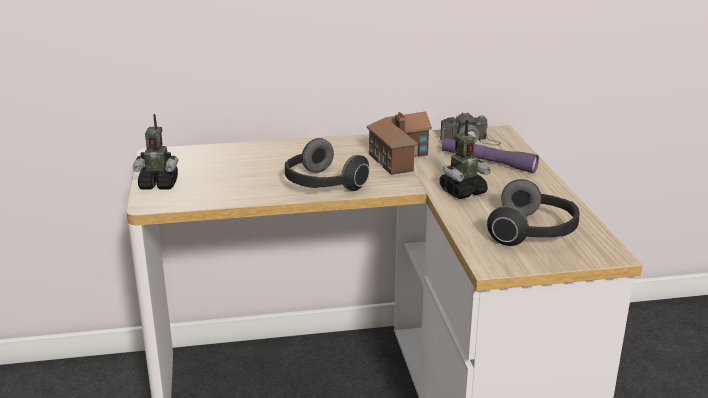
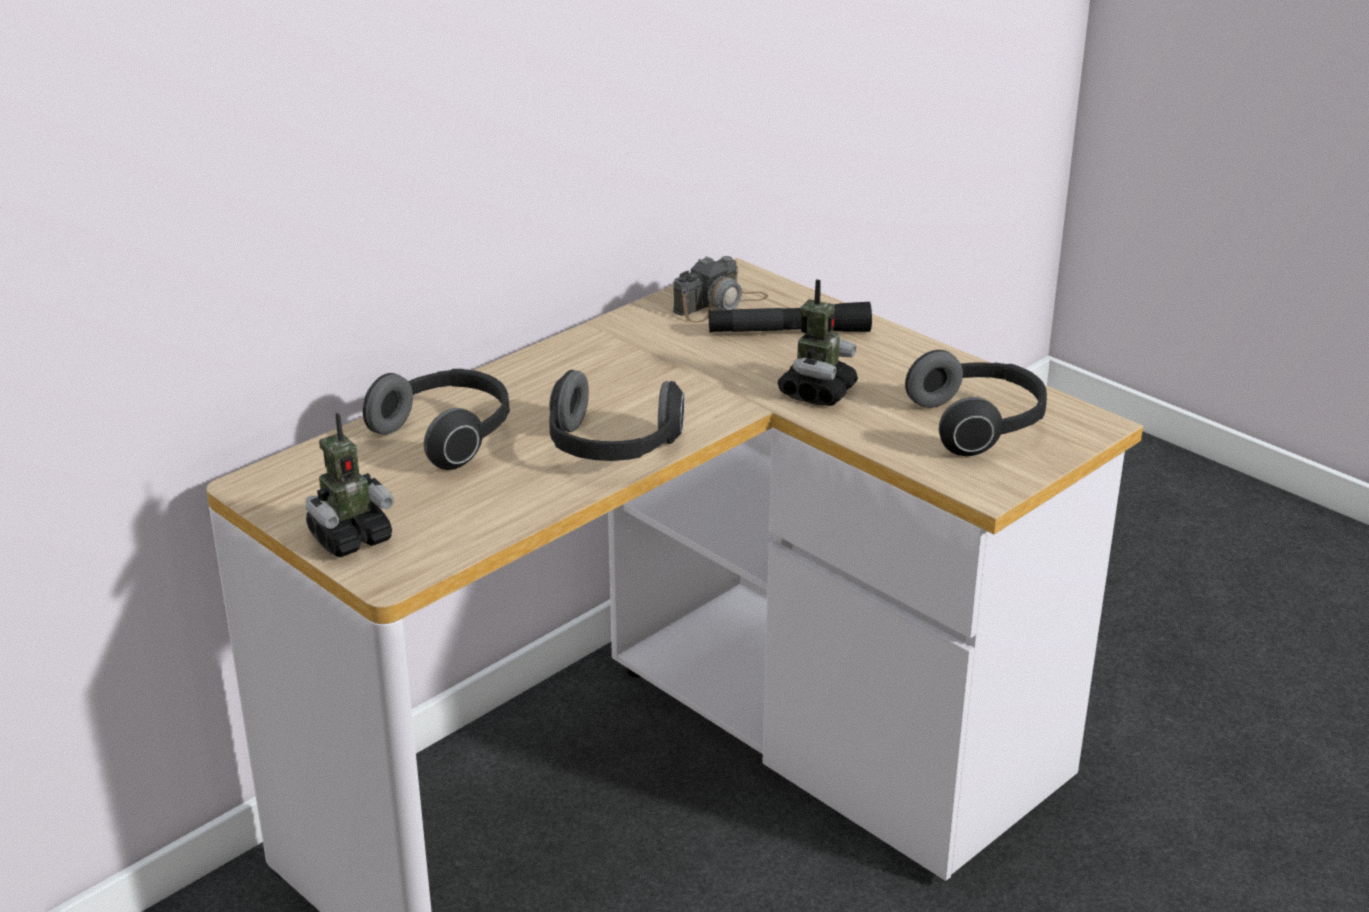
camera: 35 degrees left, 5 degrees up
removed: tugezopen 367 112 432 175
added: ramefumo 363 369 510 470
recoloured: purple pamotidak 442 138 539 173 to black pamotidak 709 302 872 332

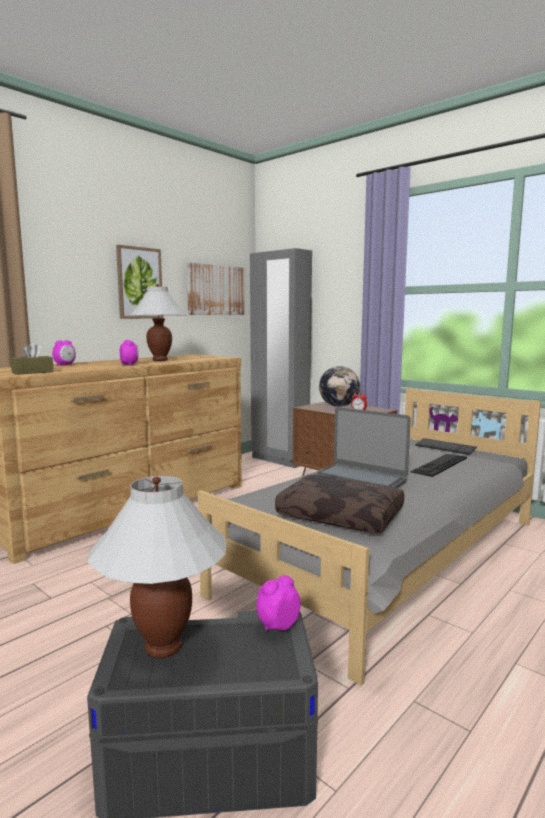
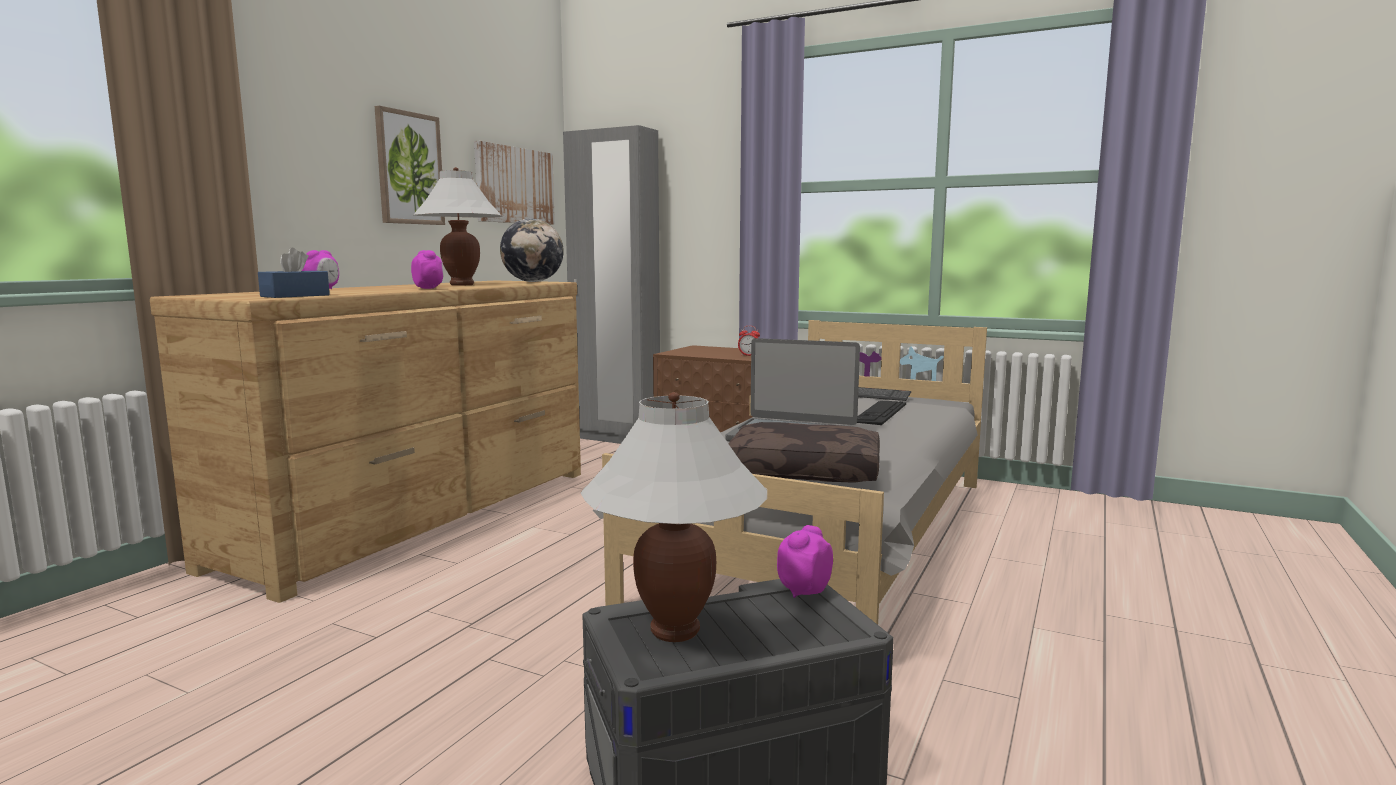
camera: 15 degrees left, 0 degrees up
moved: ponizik 319 366 360 407 to 500 218 564 282
recoloured: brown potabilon 11 343 54 375 to blue potabilon 258 248 330 298

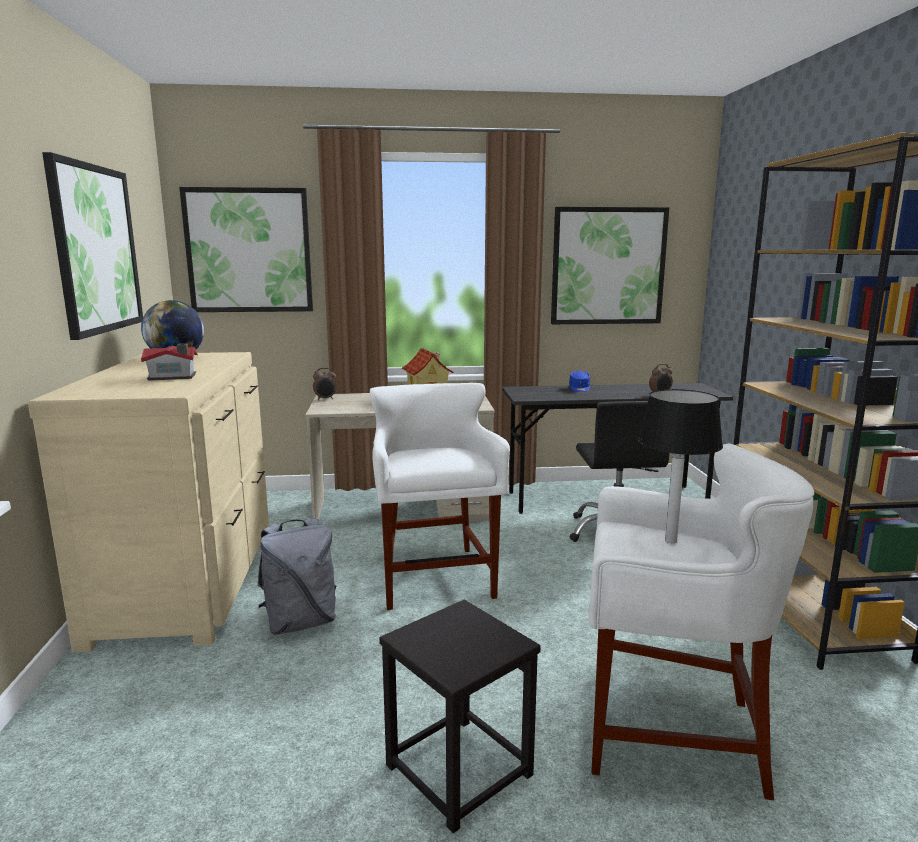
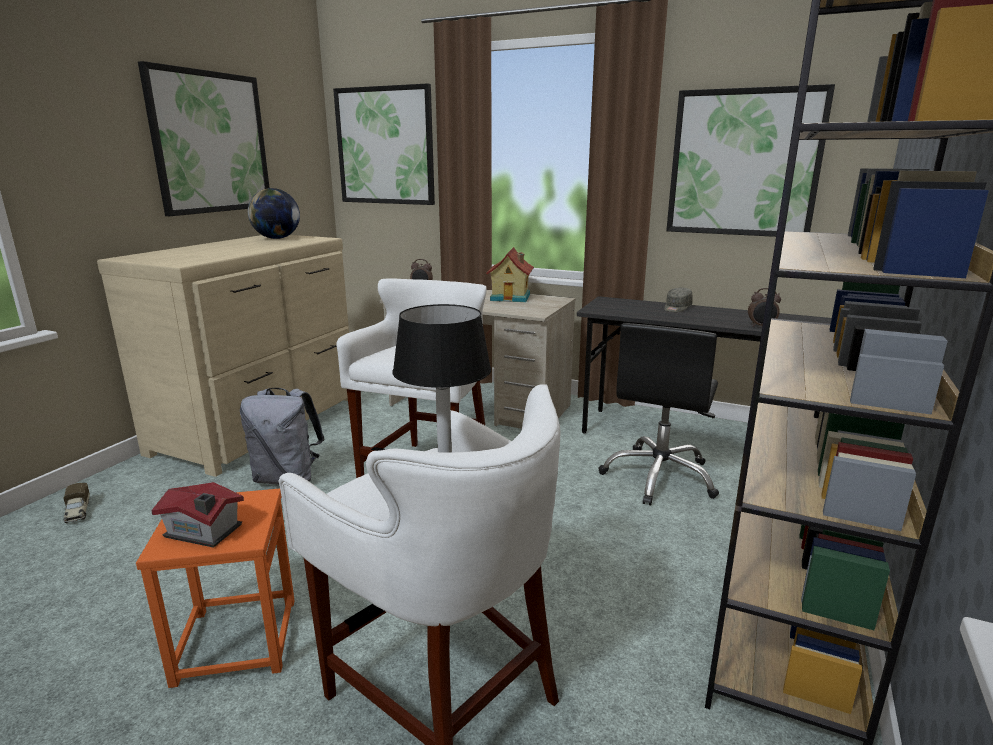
camera: 30 degrees right, 5 degrees up
added: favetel 63 483 90 523
moved: tugezopen 141 344 198 381 to 151 482 244 548
recoloured: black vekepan 379 600 541 833 to orange vekepan 136 489 295 688; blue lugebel 569 371 590 392 to grey lugebel 664 288 693 312

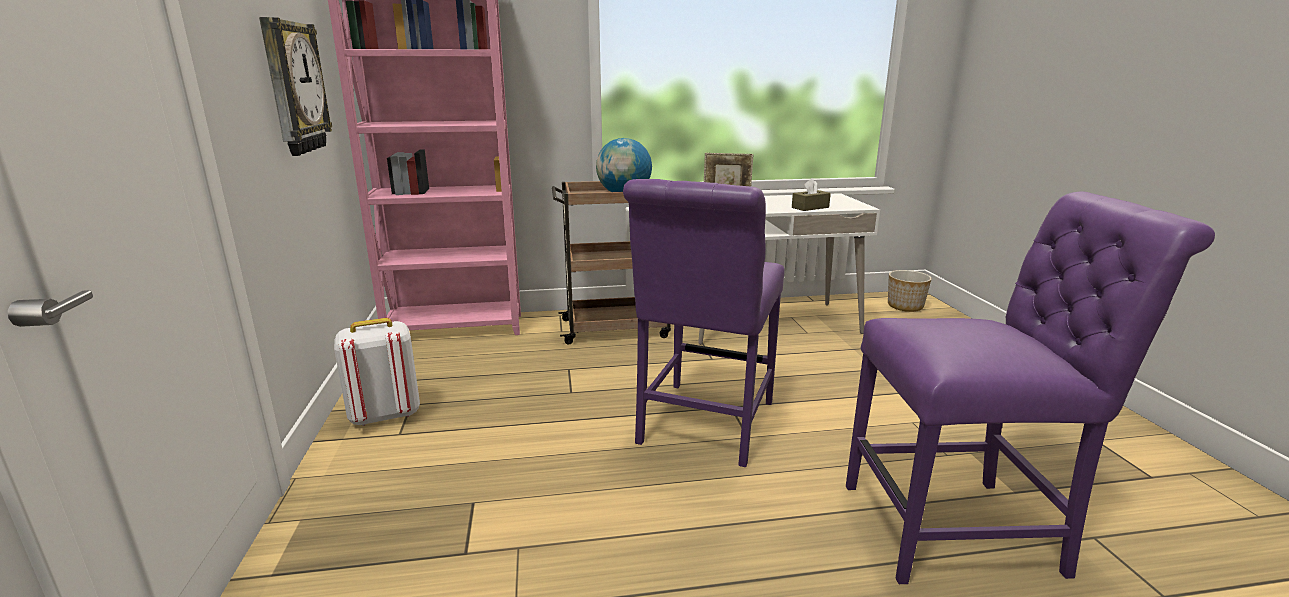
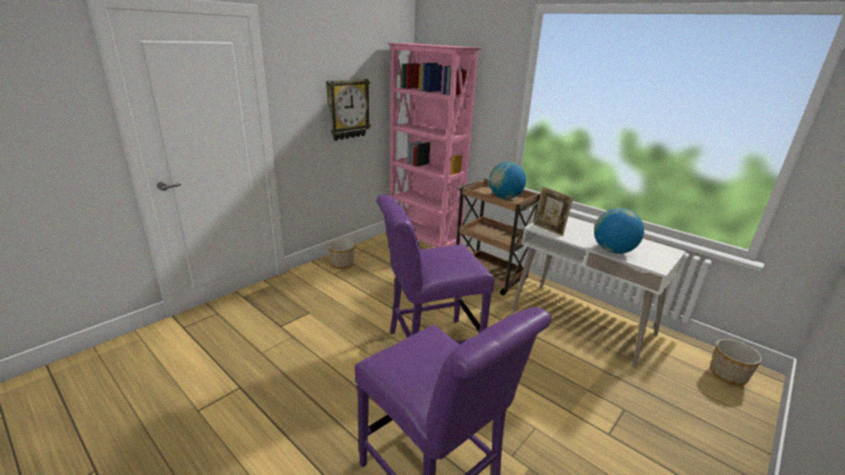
camera: 50 degrees right, 5 degrees up
replaced: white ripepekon 334 318 420 426 to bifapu 327 239 355 269; brown potabilon 792 178 831 211 to ponizik 594 208 644 254

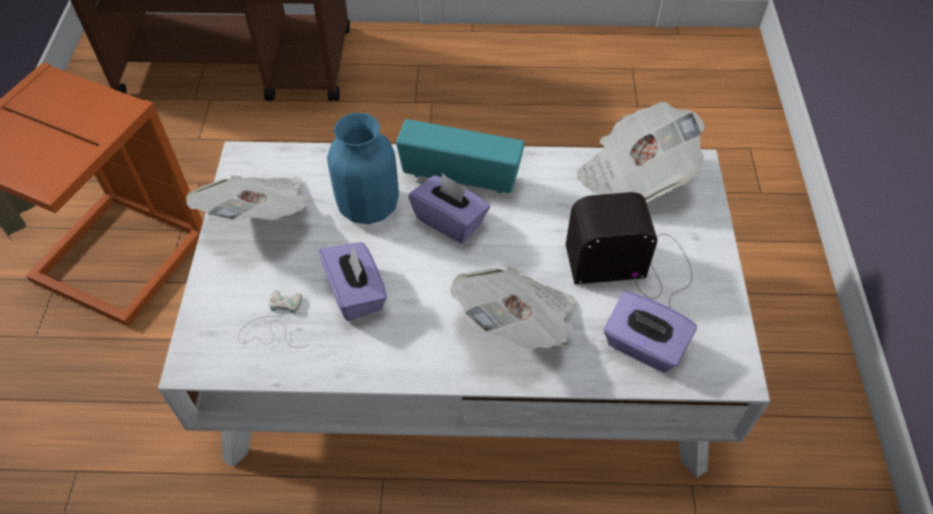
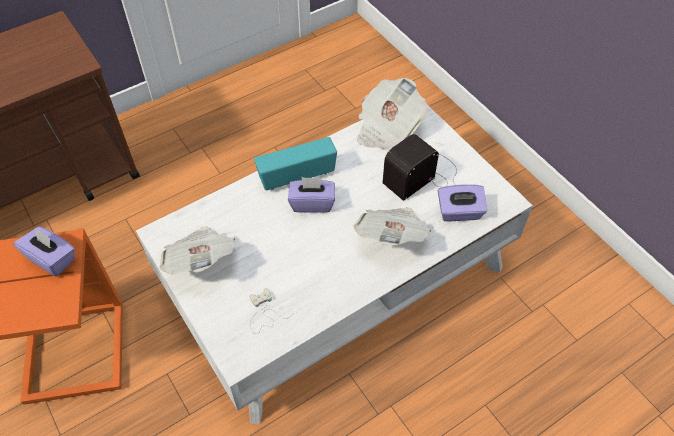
camera: 35 degrees left, 0 degrees up
removed: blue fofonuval 327 113 399 224
moved: purple potabilon 319 242 387 321 to 13 227 75 276

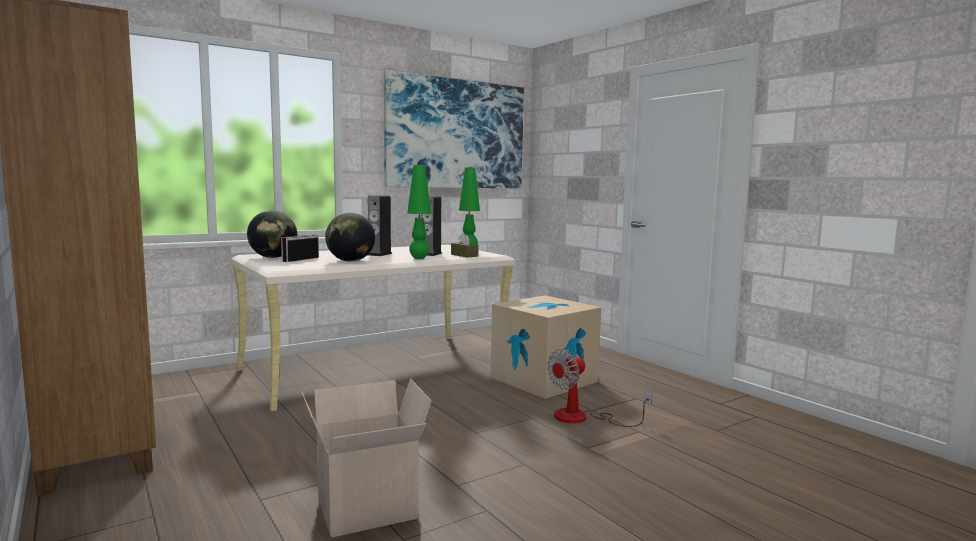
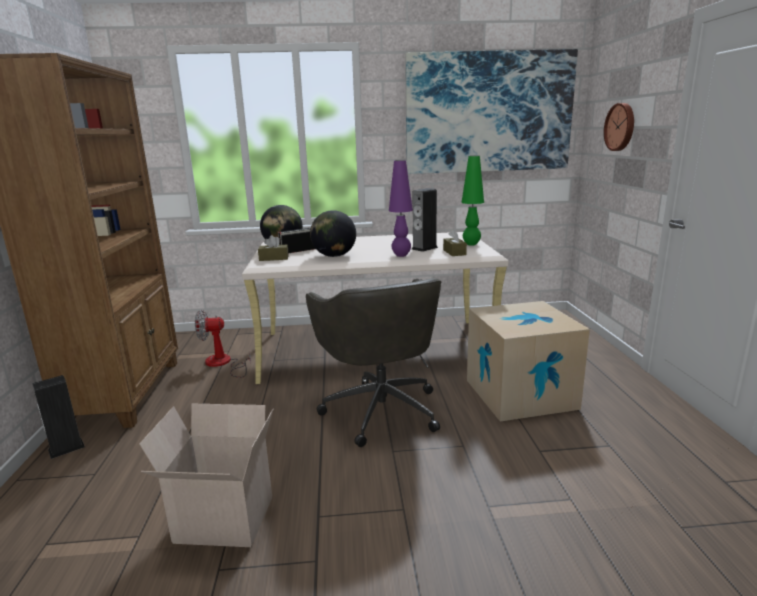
camera: 30 degrees right, 10 degrees up
added: brown potabilon 258 235 289 261; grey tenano 306 278 441 447; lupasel 604 103 634 151
moved: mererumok 368 195 392 256 to 32 375 85 459; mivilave 547 349 652 427 to 195 310 251 378
recoloured: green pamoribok 407 165 431 259 to purple pamoribok 389 160 413 257

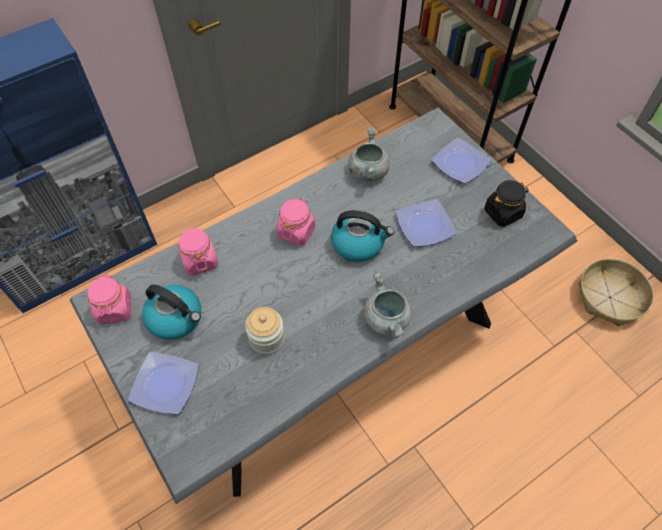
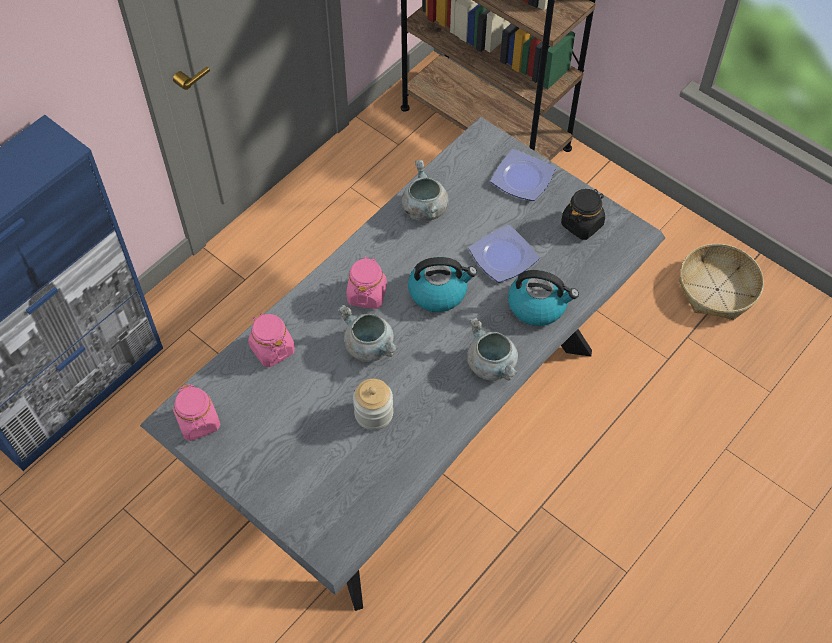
camera: 15 degrees left, 0 degrees up
removed: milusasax 128 352 199 415
added: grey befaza 338 305 398 362
moved: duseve 142 284 201 340 to 508 270 579 326

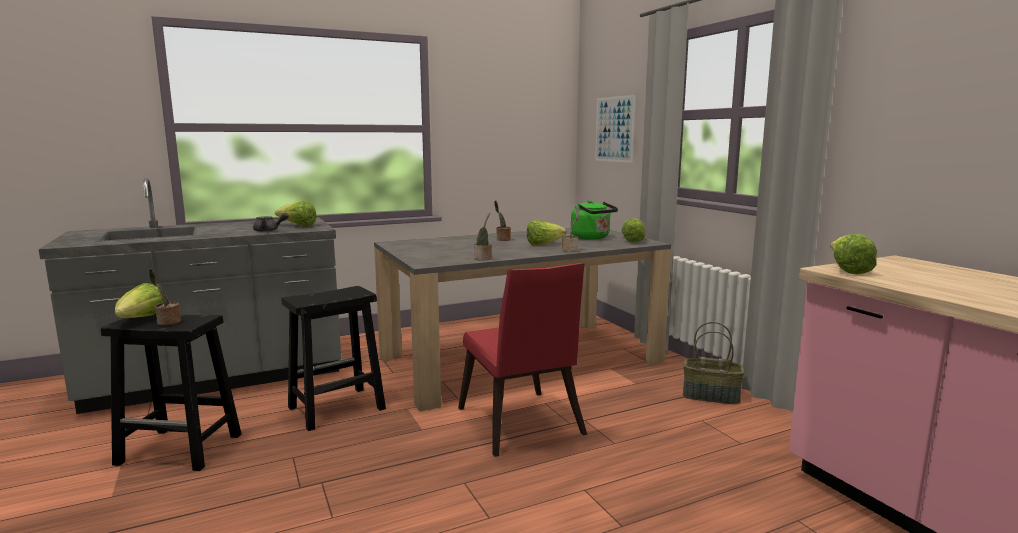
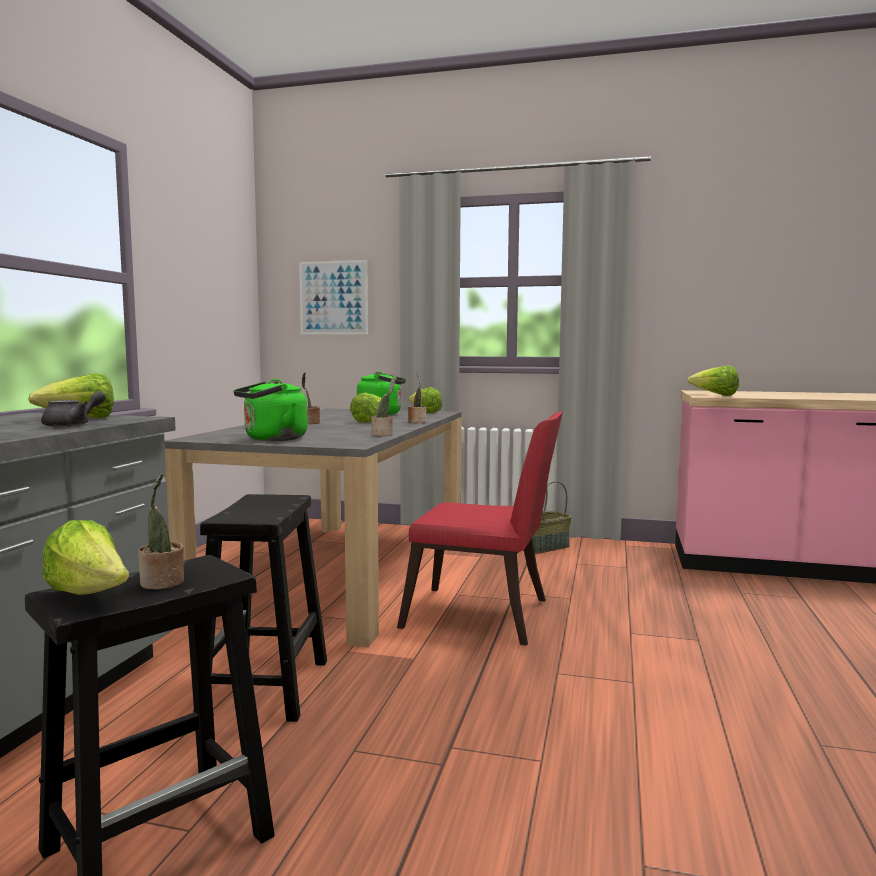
camera: 50 degrees left, 5 degrees down
added: green duseve 233 379 308 441

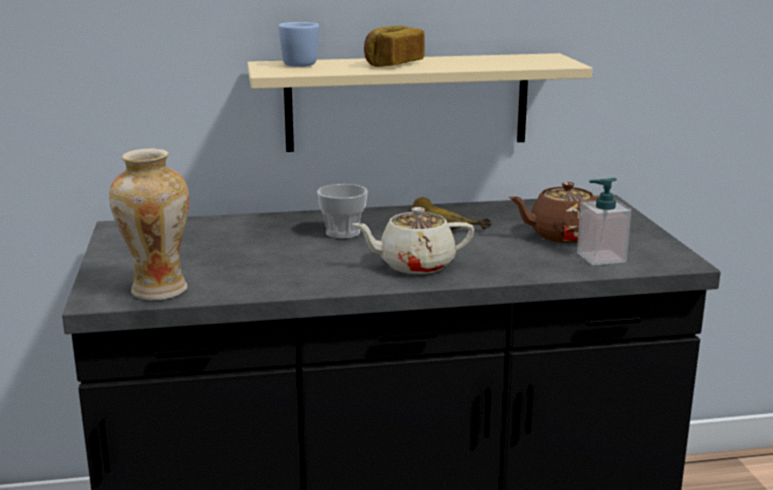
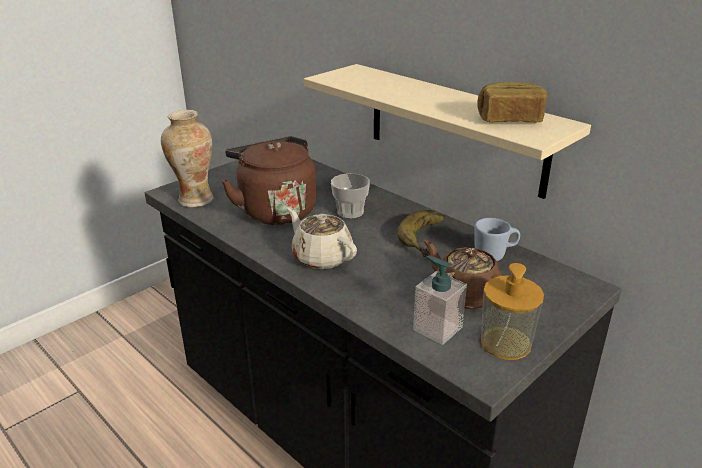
camera: 55 degrees right, 10 degrees up
added: brown duseve 222 136 317 225; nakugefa 481 263 544 360
moved: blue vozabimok 278 22 319 67 to 474 218 520 261; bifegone 364 26 425 67 to 477 82 547 123

